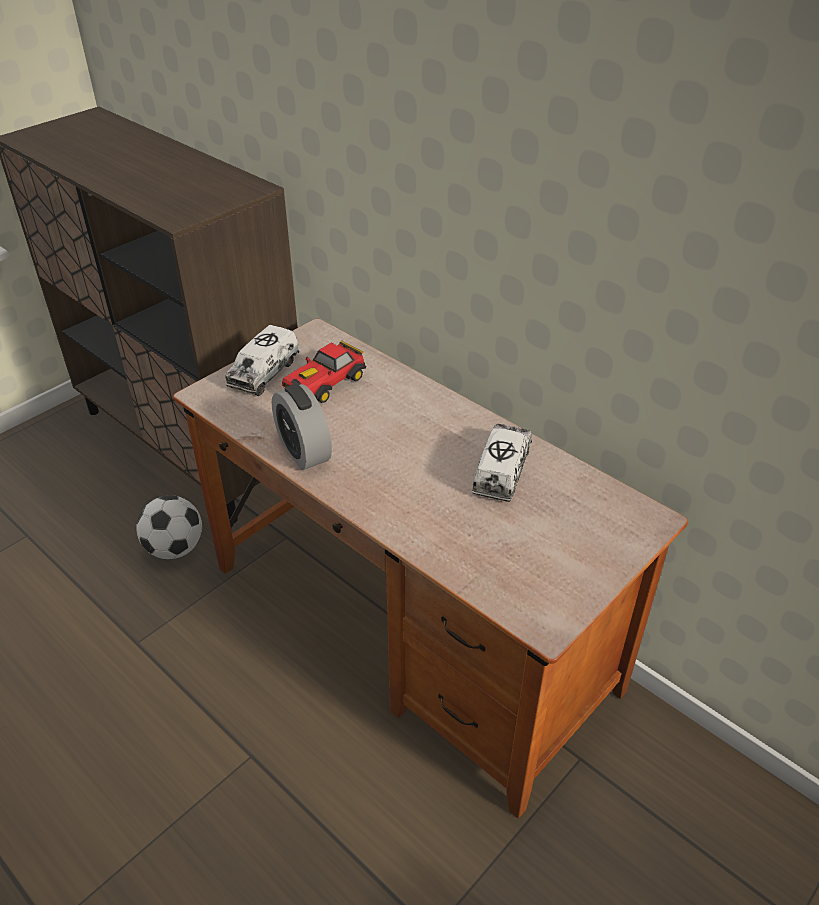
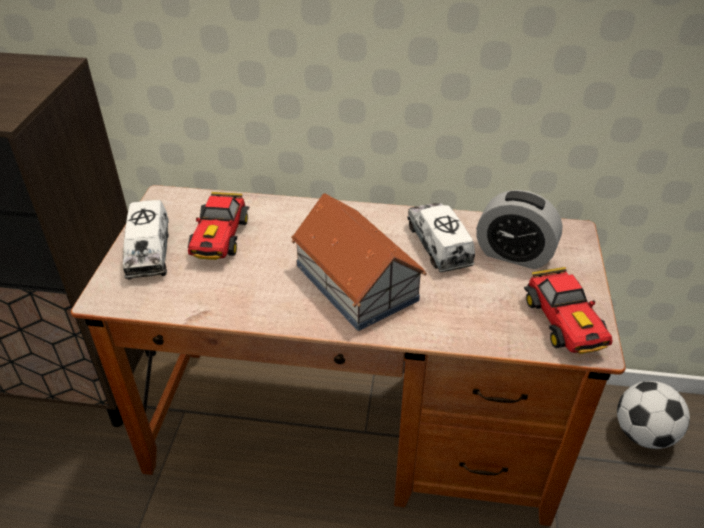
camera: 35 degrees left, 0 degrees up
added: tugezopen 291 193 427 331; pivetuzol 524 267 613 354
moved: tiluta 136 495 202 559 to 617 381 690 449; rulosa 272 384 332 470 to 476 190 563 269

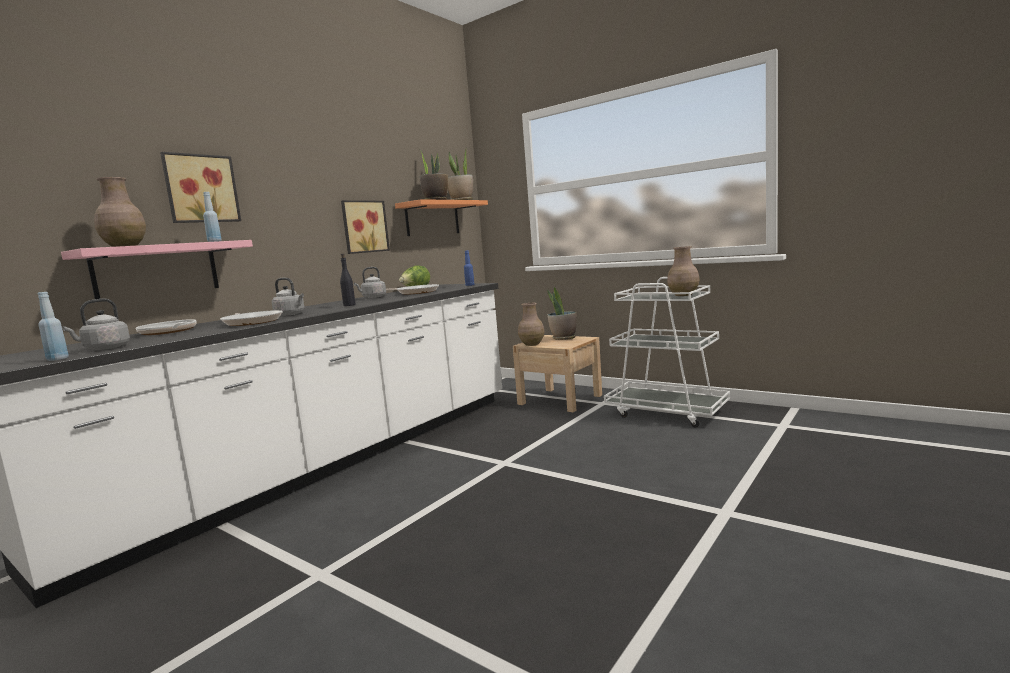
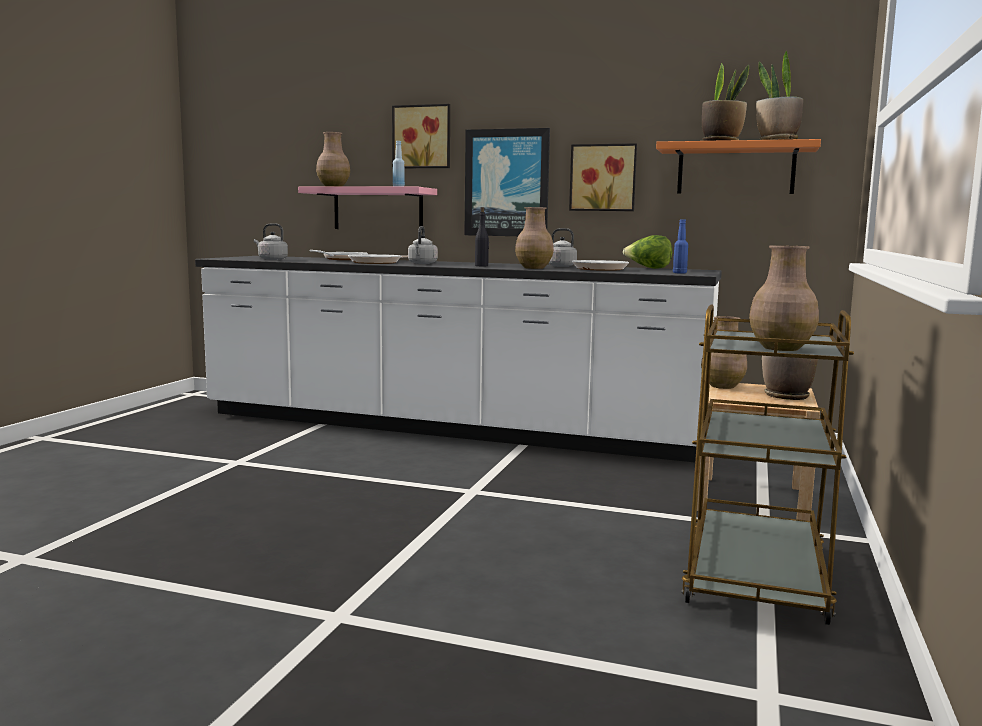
camera: 70 degrees right, 0 degrees up
removed: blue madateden 38 292 69 361
added: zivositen 464 128 550 236; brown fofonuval 515 207 554 269
recoloured: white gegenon 604 277 730 428 to brown gegenon 682 304 854 625

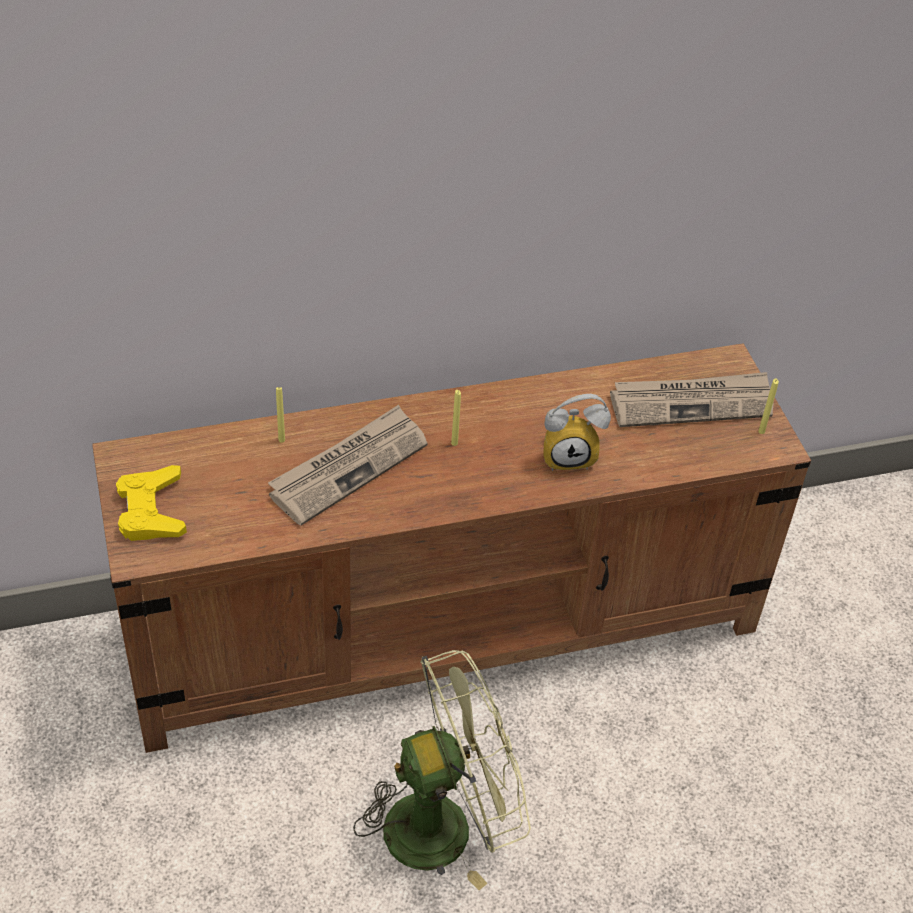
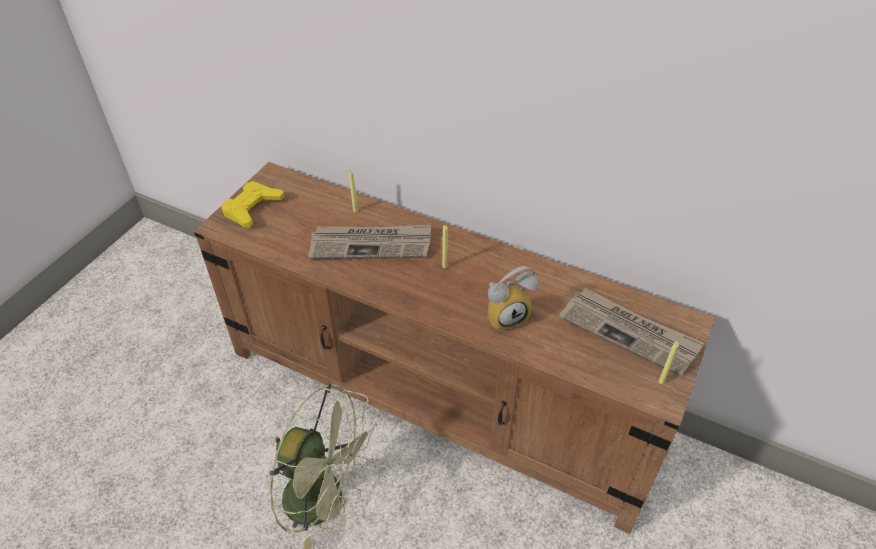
camera: 45 degrees right, 0 degrees up
turned: rulosa 544 394 611 471 = 488 266 538 331 60 degrees counterclockwise

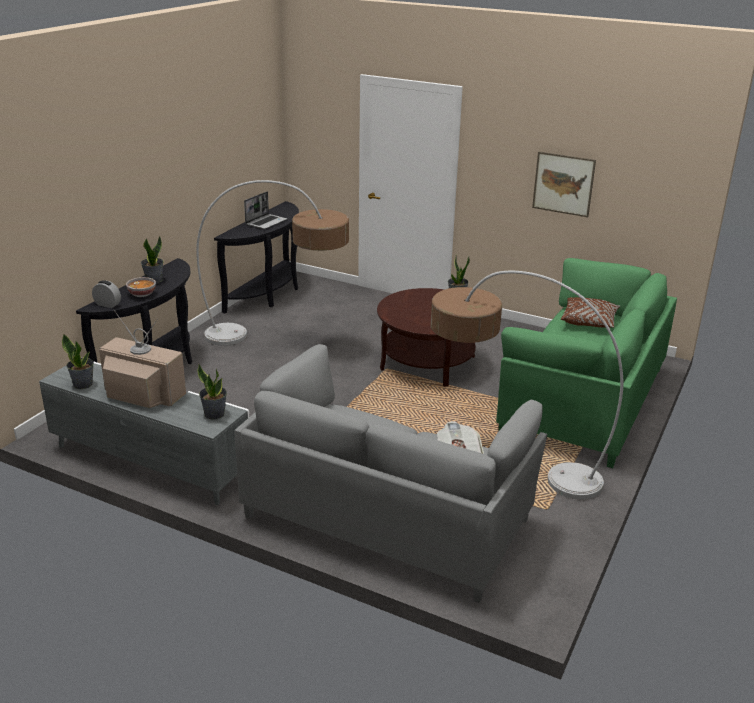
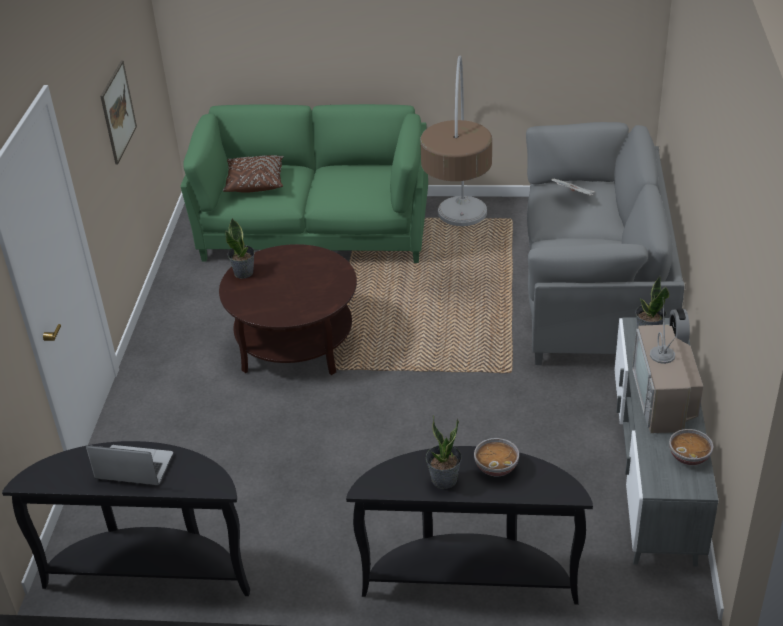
camera: 110 degrees left, 10 degrees up
removed: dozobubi 196 180 349 346
moved: rulosa 92 280 121 308 to 669 308 690 344
replaced: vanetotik 62 334 94 389 to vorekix 669 429 713 466

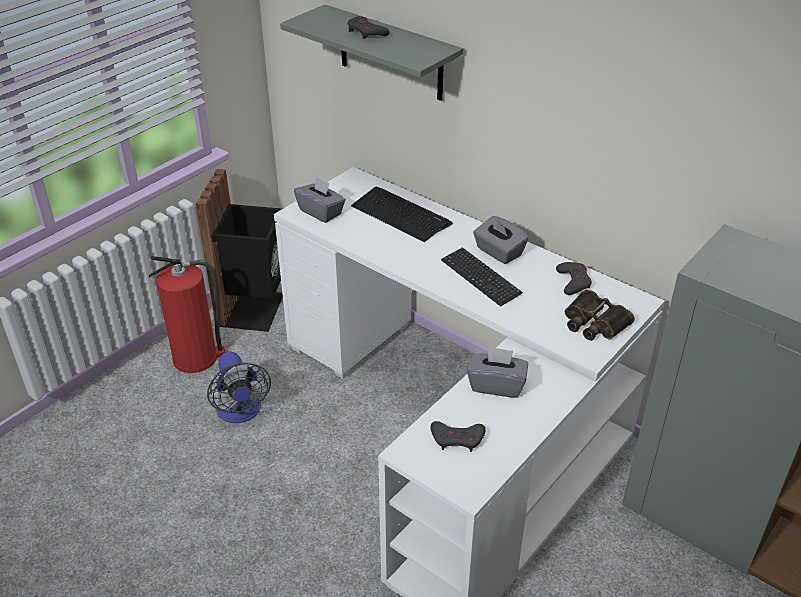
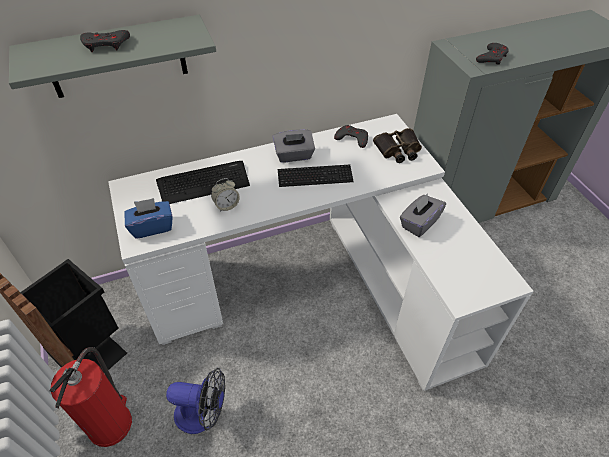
camera: 60 degrees left, 10 degrees up
added: rulosa 211 178 240 212
moved: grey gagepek 431 421 486 452 to 476 43 509 65
recoloured: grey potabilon 294 176 346 223 to blue potabilon 124 198 173 239

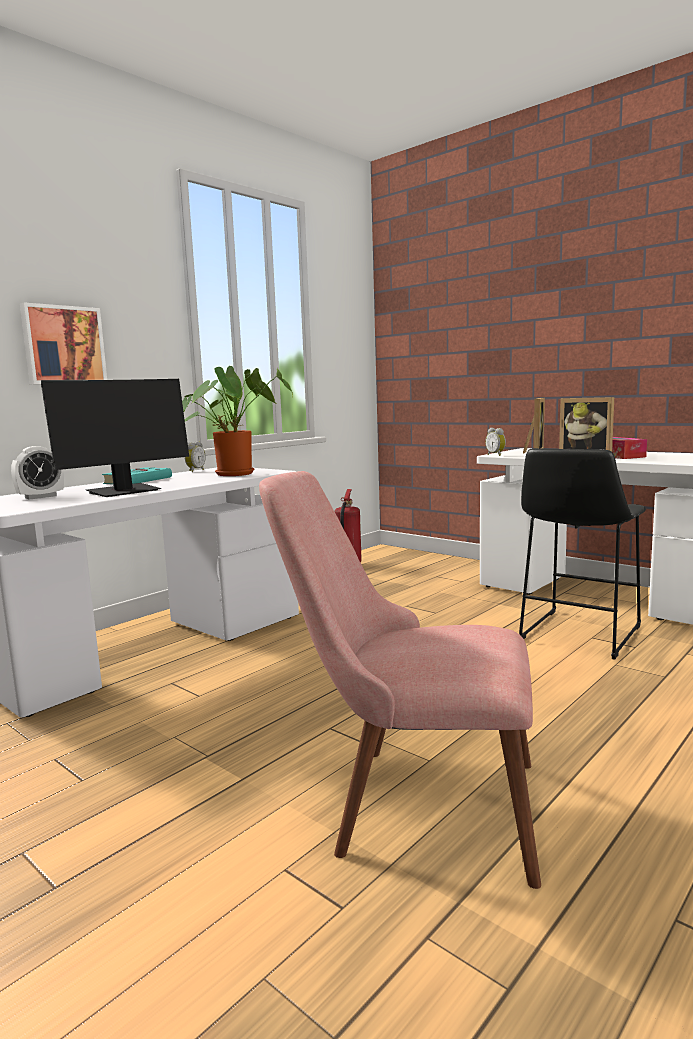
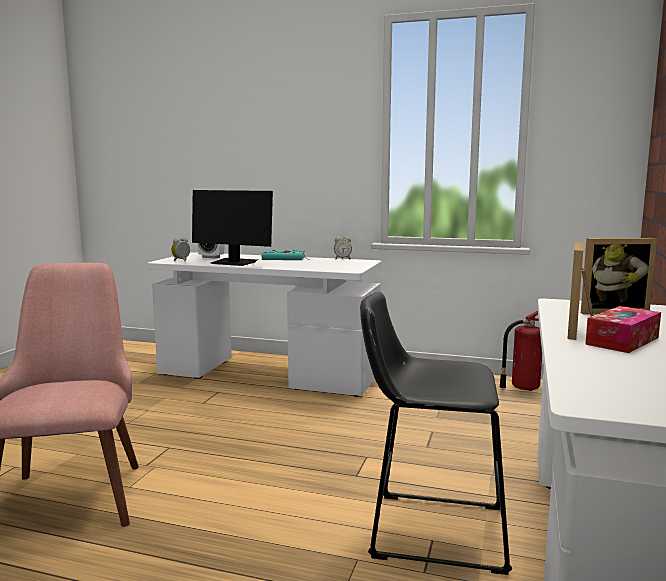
camera: 65 degrees right, 0 degrees up
removed: zivositen 20 302 107 384; vanetotik 182 366 293 476
moved: rulosa 485 428 506 456 to 171 237 190 262

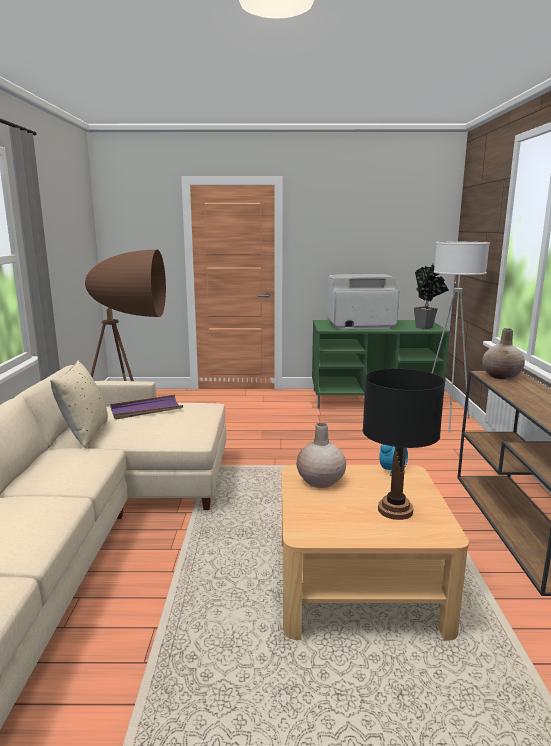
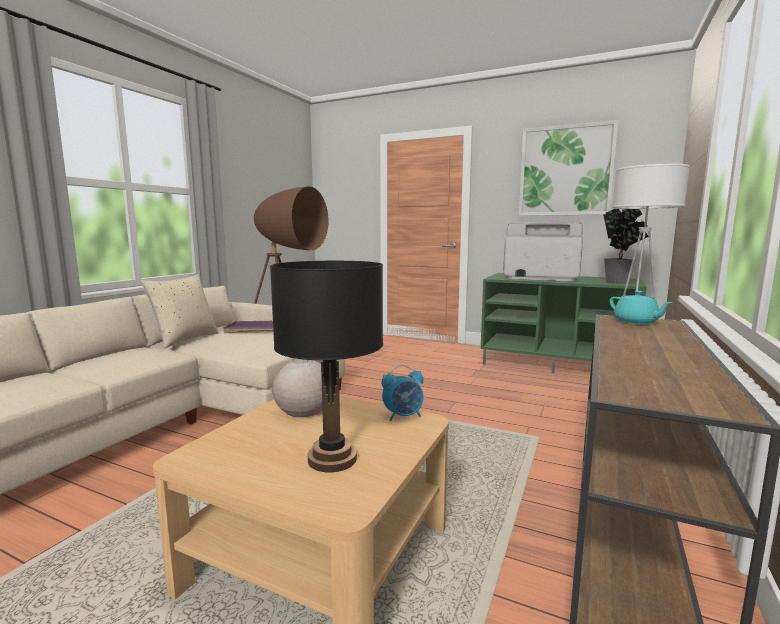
camera: 25 degrees right, 5 degrees down
added: zivositen 519 120 618 216
replaced: beige fofonuval 482 328 525 379 to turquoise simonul 610 291 674 324

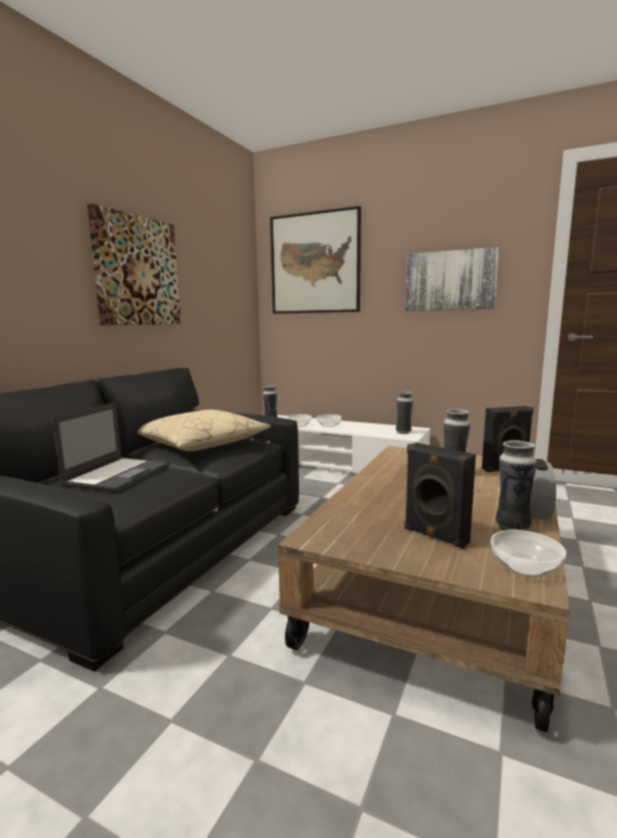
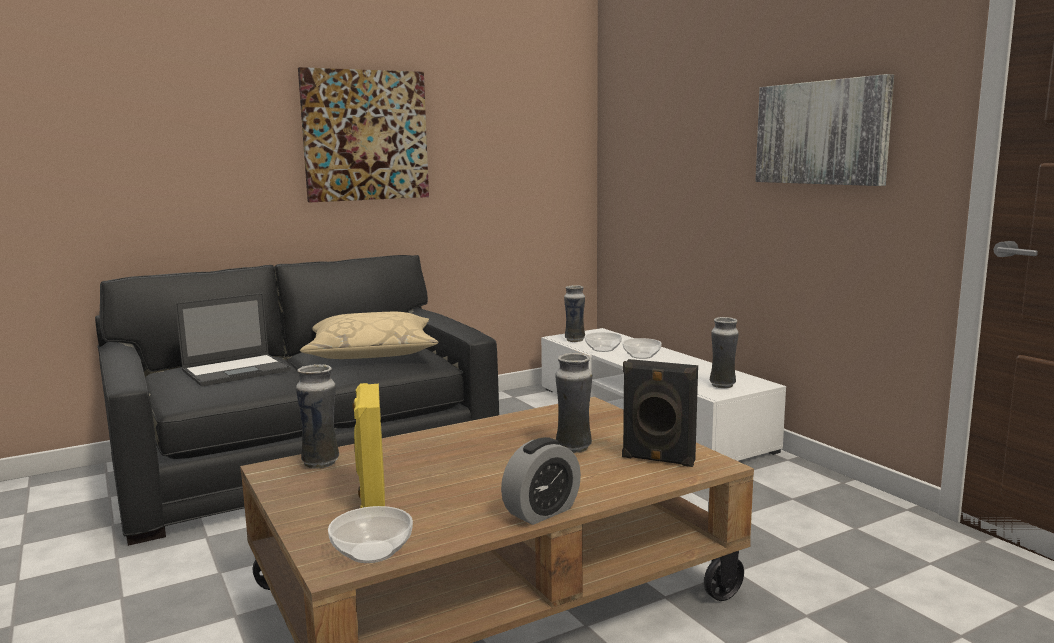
camera: 35 degrees right, 0 degrees up
removed: zivositen 270 206 361 314
moved: fofonuval 496 440 537 531 to 296 364 339 469
recoloured: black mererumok 404 443 476 549 to yellow mererumok 352 383 385 508

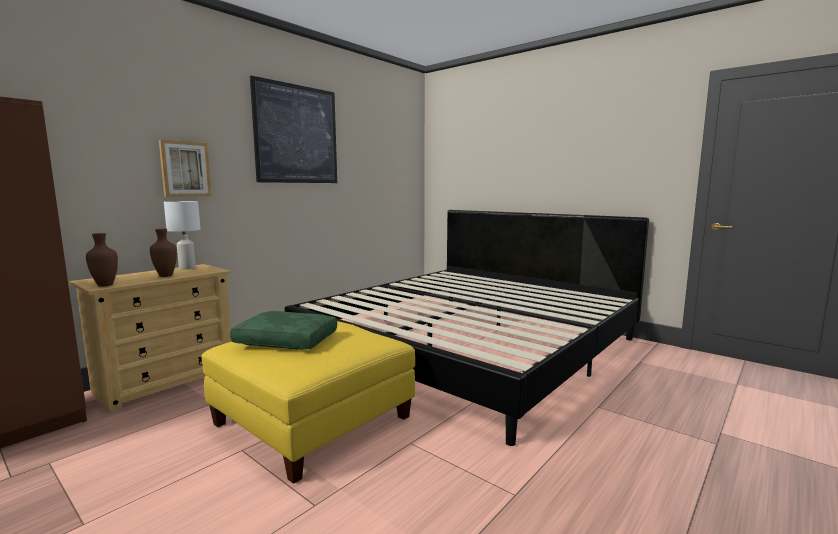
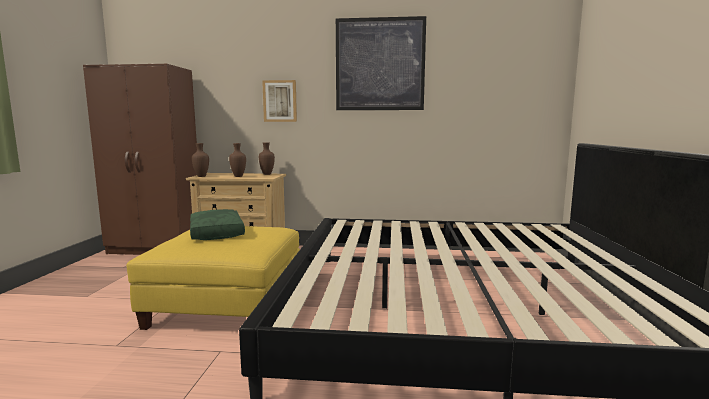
camera: 55 degrees right, 0 degrees up
replaced: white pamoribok 164 201 201 269 to brown fofonuval 259 142 275 175

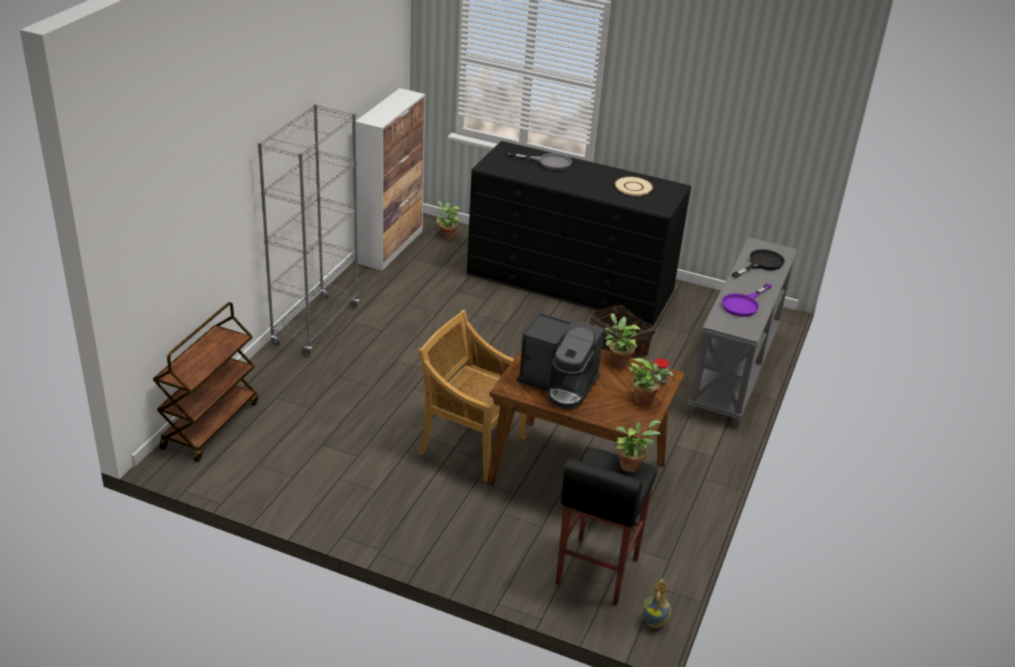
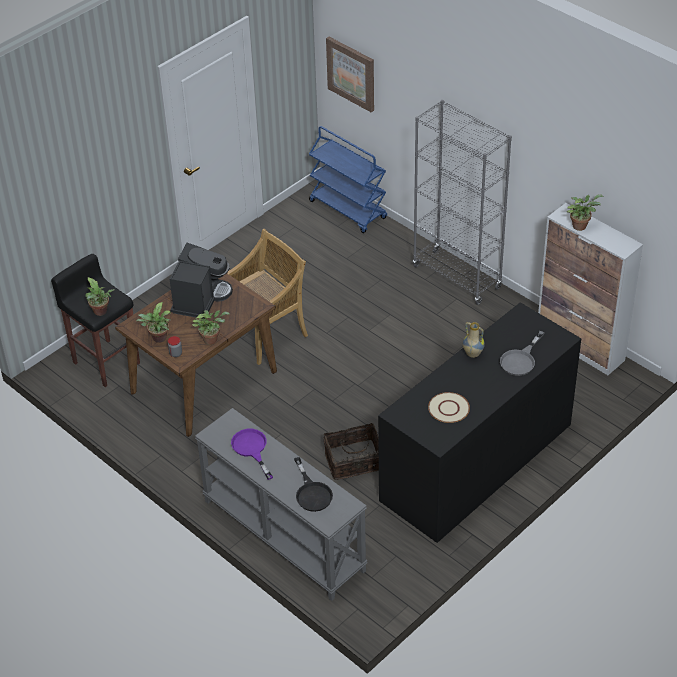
camera: 115 degrees right, 10 degrees up
added: zivositen 326 37 374 112
moved: vanetotik 435 201 461 239 to 567 194 604 231; fofonuval 642 579 671 628 to 463 322 485 358
recoloured: brown gegenon 152 302 258 462 to blue gegenon 309 126 387 233
turned: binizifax 517 313 604 409 = 170 243 233 319 150 degrees clockwise

